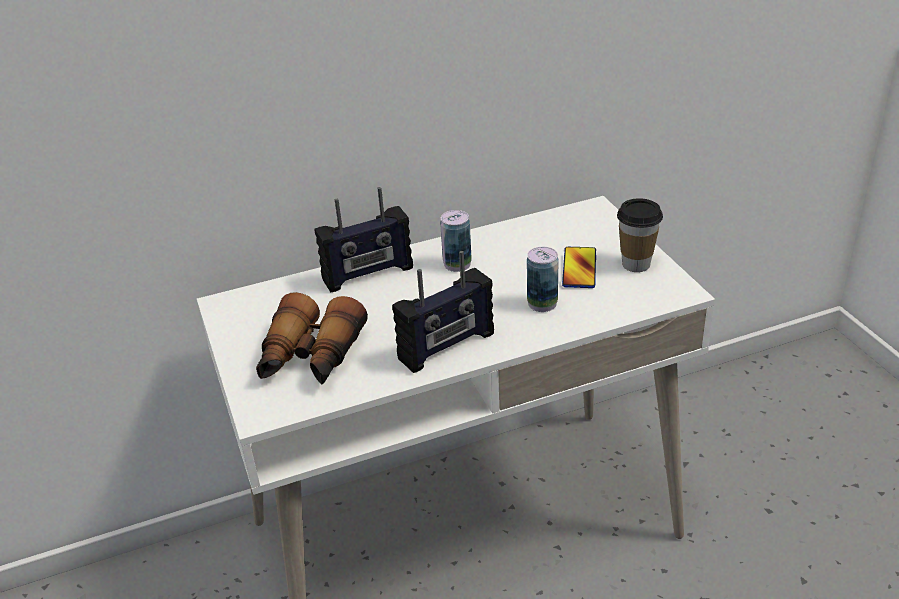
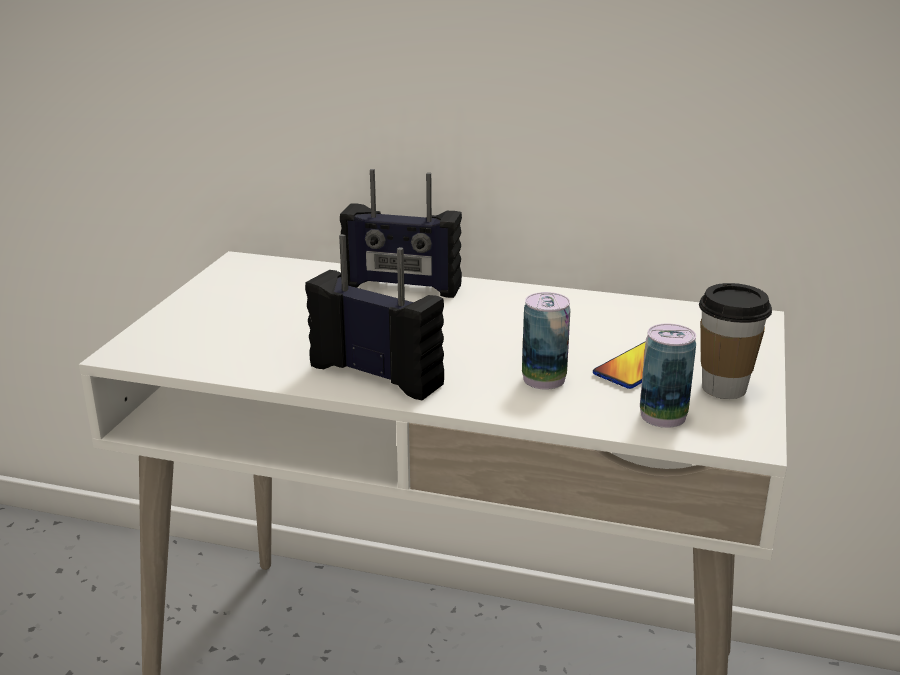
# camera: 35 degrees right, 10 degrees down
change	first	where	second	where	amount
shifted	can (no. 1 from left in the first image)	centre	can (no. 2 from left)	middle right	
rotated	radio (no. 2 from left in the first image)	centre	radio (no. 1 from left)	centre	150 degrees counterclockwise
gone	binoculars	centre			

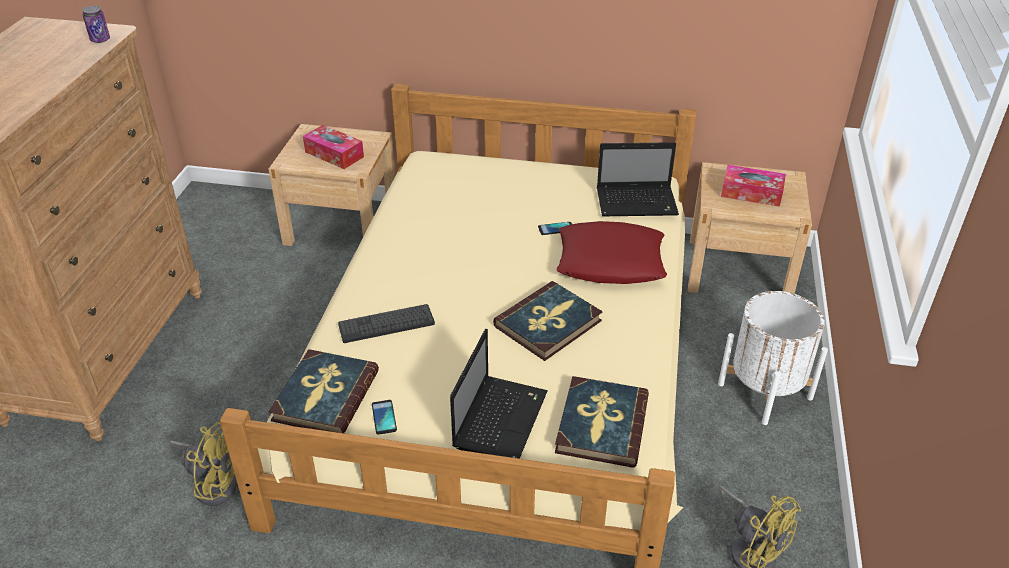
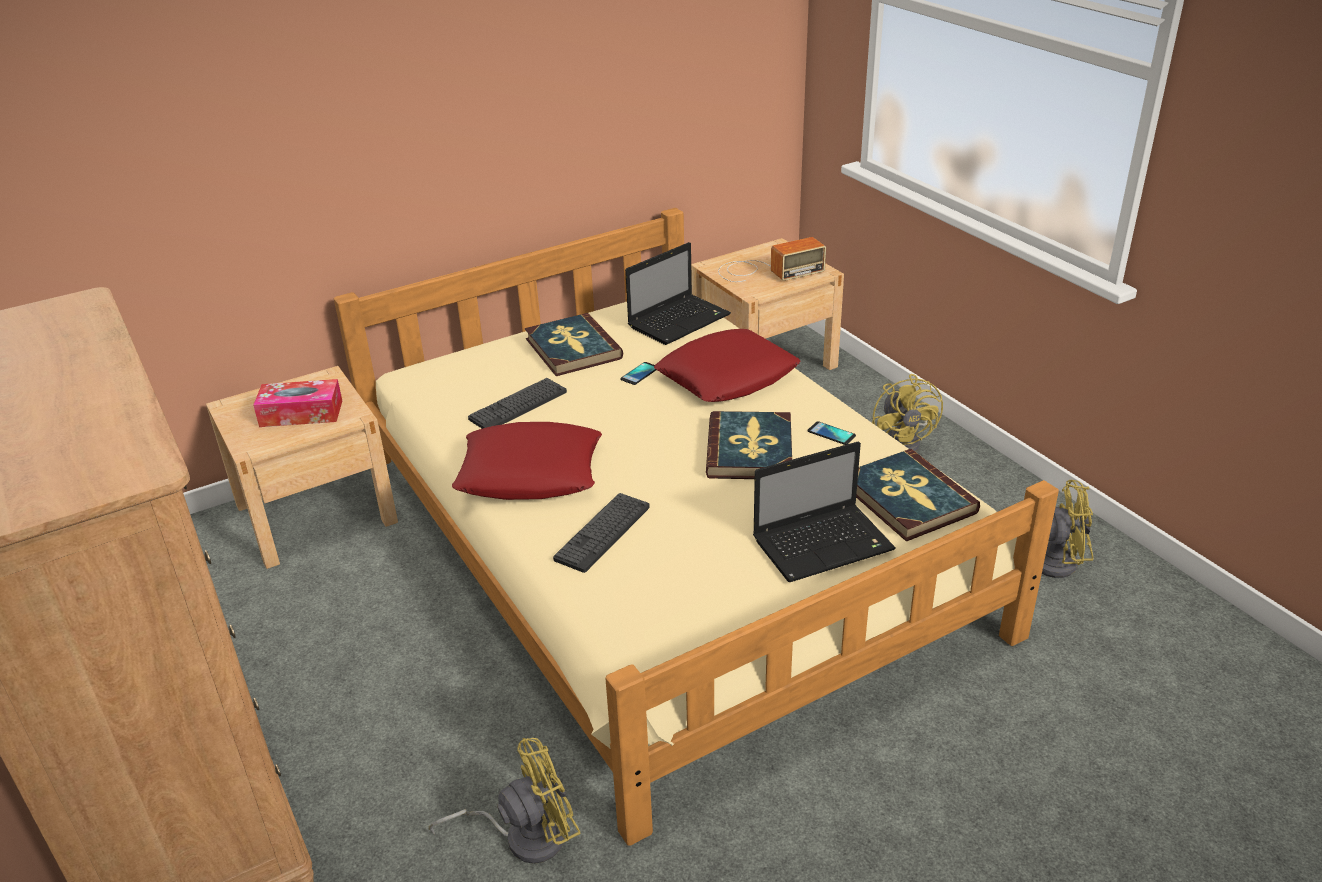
# camera: 40 degrees left, 5 degrees down
change	first	where	second	where	amount
gone	can	top left			
swapped	tissue box (no. 2 from left)	top right	radio	top centre	
swapped	flower pot (whitish)	middle right	cooling fan (yellow-coloured) (no. 2 from left)	middle right	
rotated	notebook computer (no. 1 from left in the first image)	bottom centre	notebook computer (no. 2 from left)	centre	90 degrees clockwise
shifted	volume (no. 1 from left)	bottom left		centre	
shifted	handset (no. 1 from left in the first image)	bottom centre	handset (no. 2 from left)	centre	
new			PC keyboard (no. 1 from left)	centre	
new			pillow (red) (no. 1 from left)	centre	

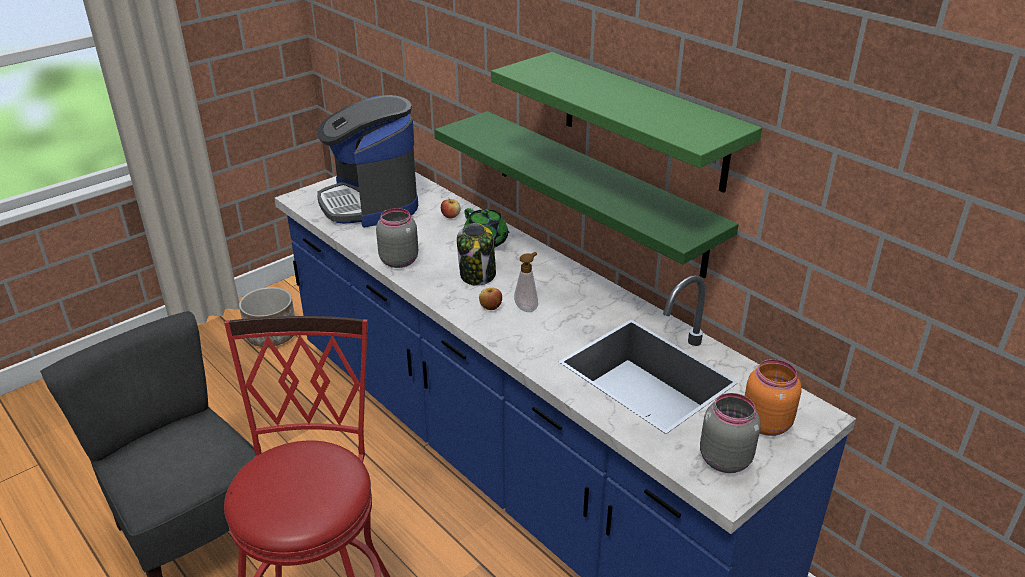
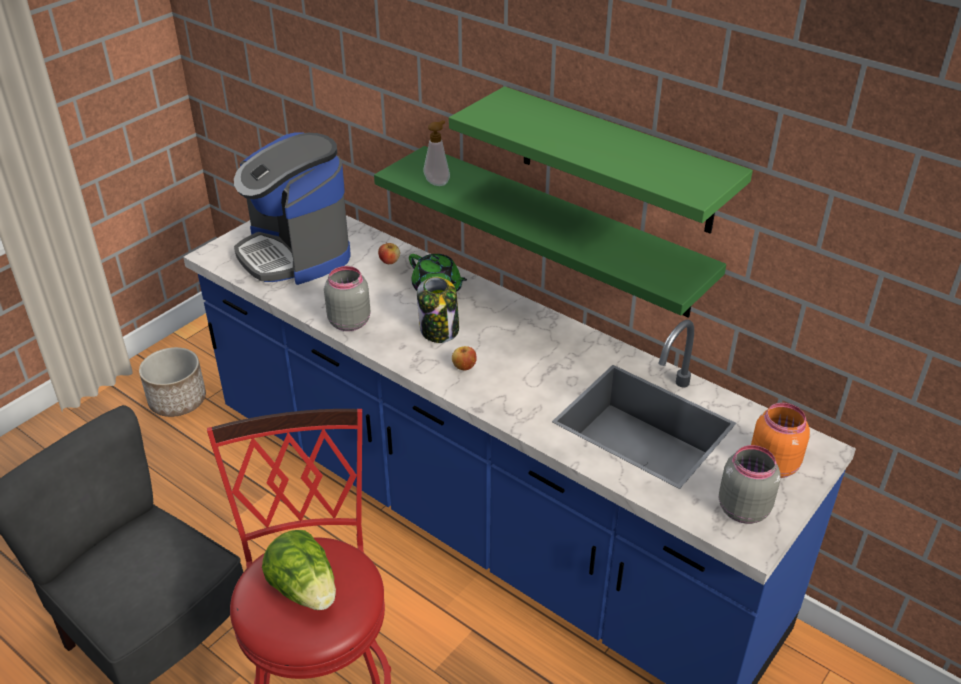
# camera: 10 degrees left, 5 degrees up
change	first	where	second	where	amount
shifted	liquid soap bottle	centre		top centre	
new			lettuce head	bottom left	

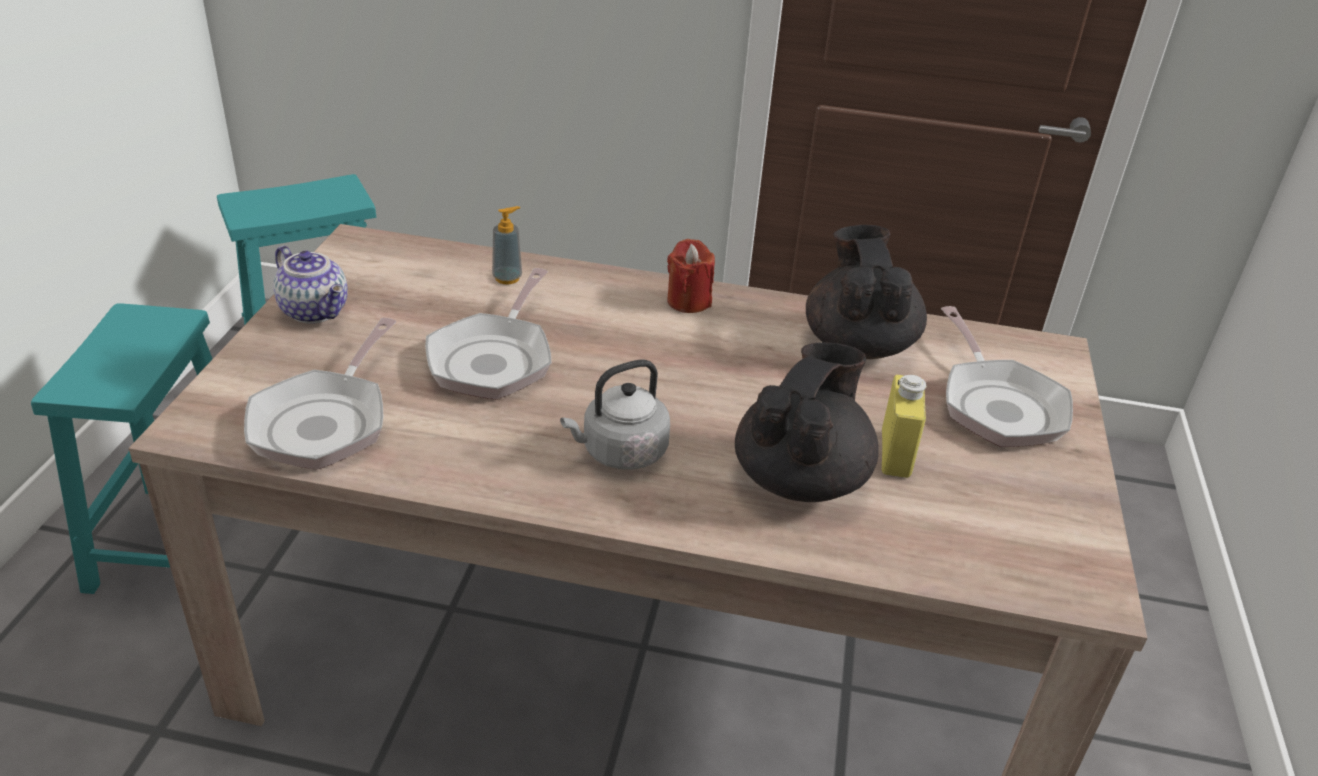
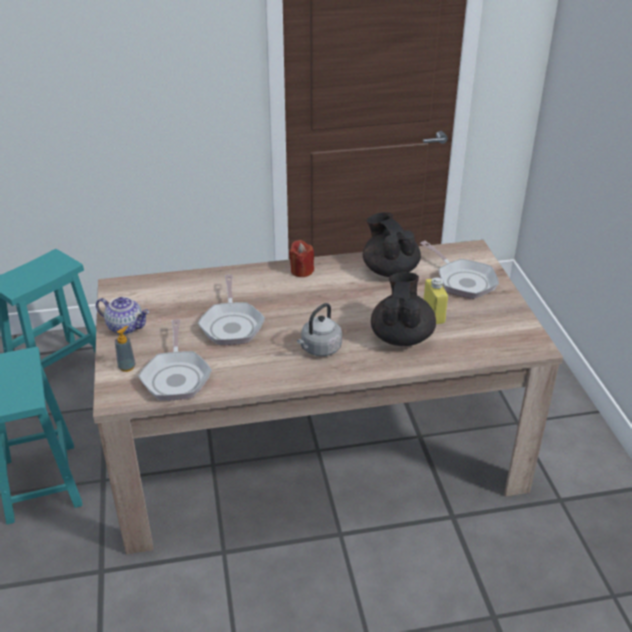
# camera: 20 degrees left, 0 degrees up
change	first	where	second	where	amount
shifted	liquid soap bottle	top centre		middle left	

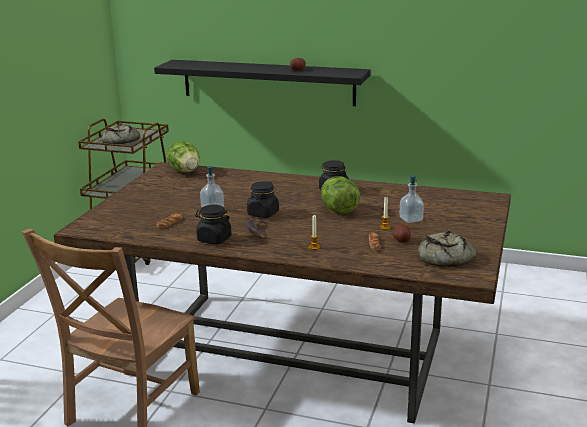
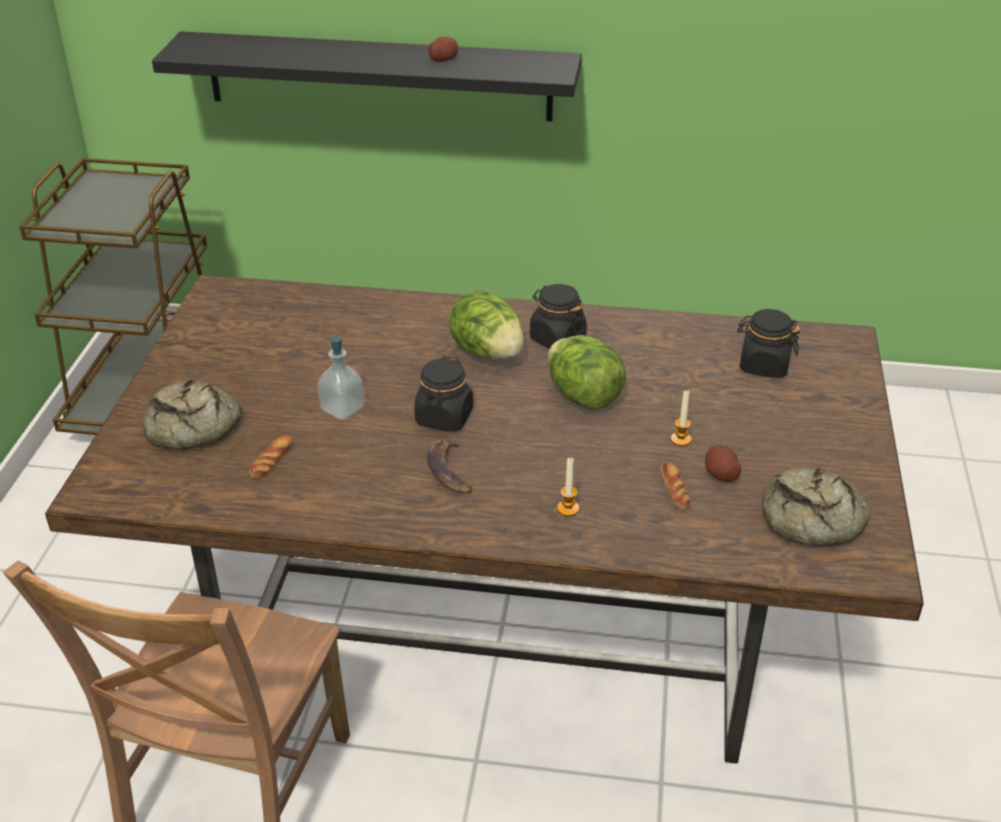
# camera: 10 degrees left, 15 degrees up
change	first	where	second	where	amount
shifted	bread (no. 1 from left)	top left		middle left	
shifted	lettuce head (no. 1 from left)	middle left		centre	
gone	liquid soap bottle (no. 2 from left)	middle right			
shifted	jar (blackish) (no. 1 from left in the first image)	centre	jar (blackish) (no. 3 from left)	middle right	

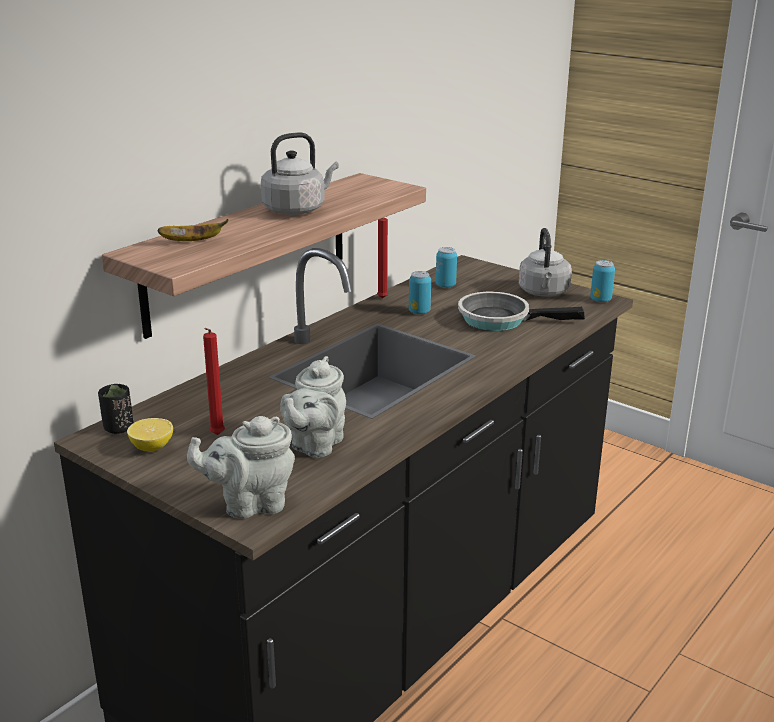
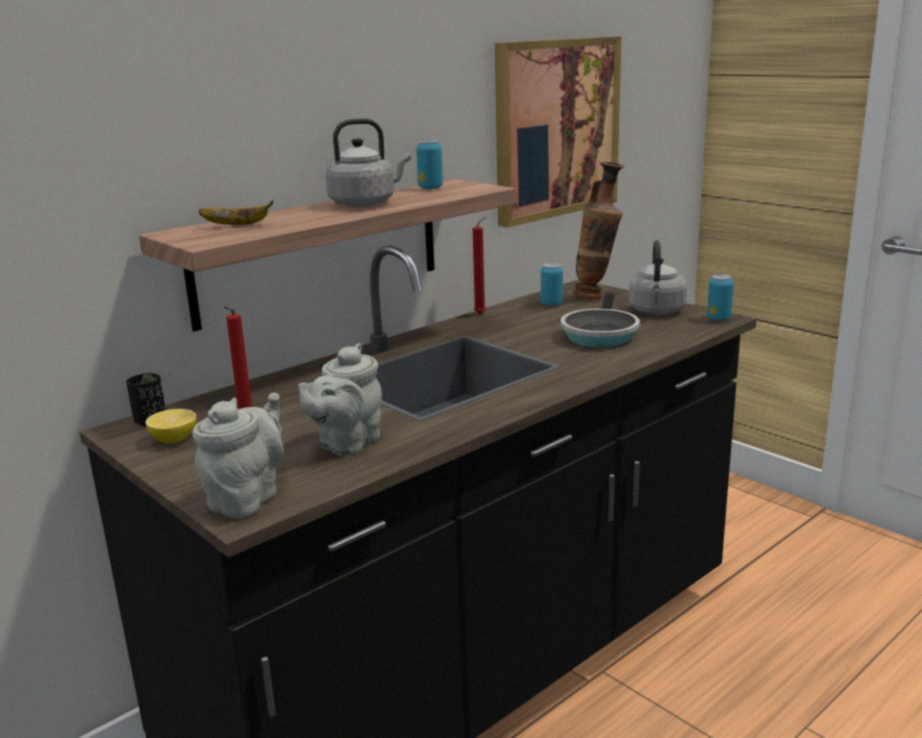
# camera: 10 degrees right, 5 degrees down
change	first	where	second	where	amount
shifted	can (no. 1 from left)	centre		top centre	
rotated	frying pan	middle right		centre	90 degrees counterclockwise
rotated	teapot (greyish) (no. 1 from left)	middle left		middle left	120 degrees clockwise
new			picture	top centre	
new			flower vase	top centre	

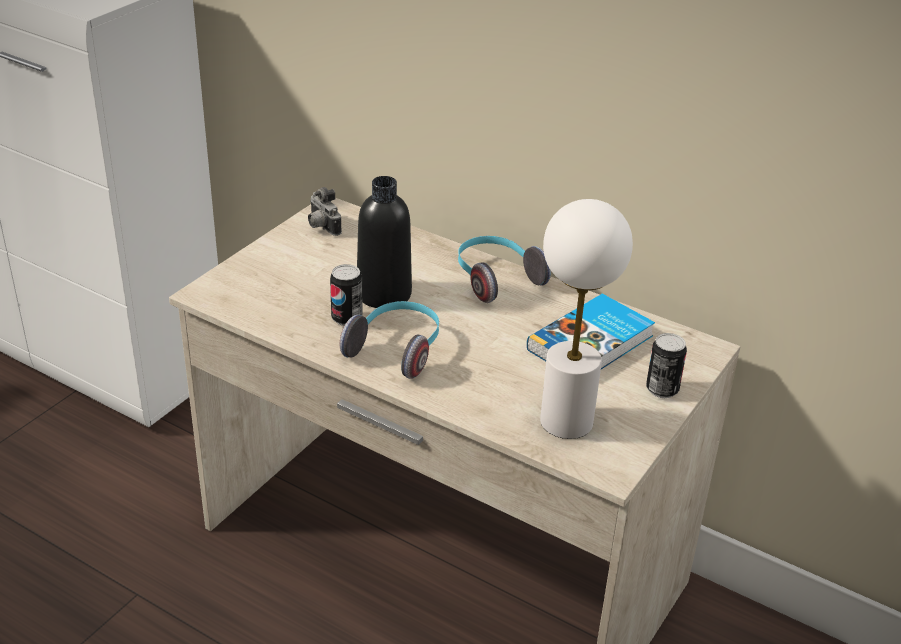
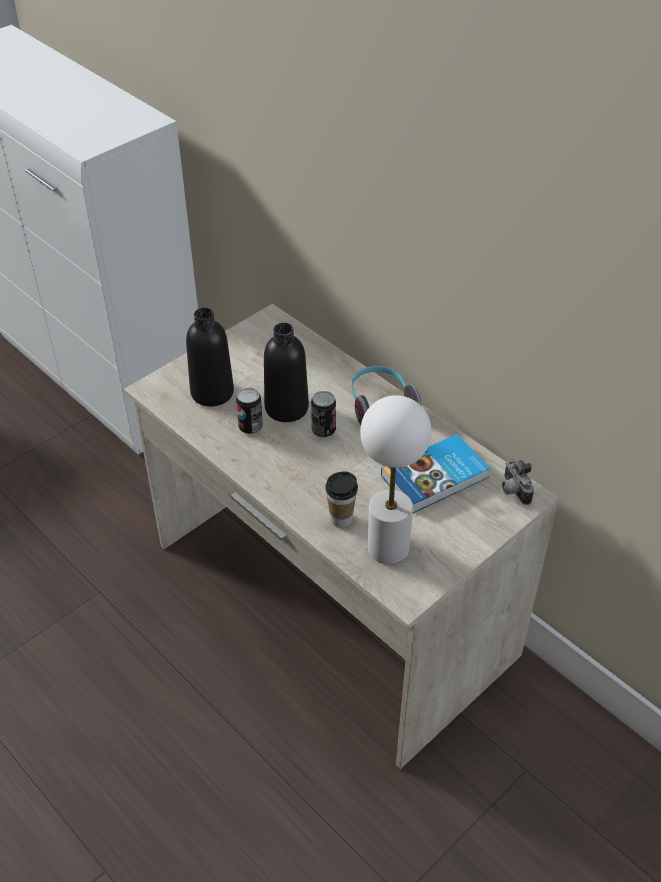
# camera: 15 degrees right, 10 degrees up
change	first	where	second	where	amount
shifted	still camera	top centre		middle right	
gone	headset (no. 1 from left)	centre			
shifted	can (no. 2 from left)	middle right		centre	
new			beverage bottle (blackish) (no. 1 from left)	middle left	
new			drinking cup	centre	

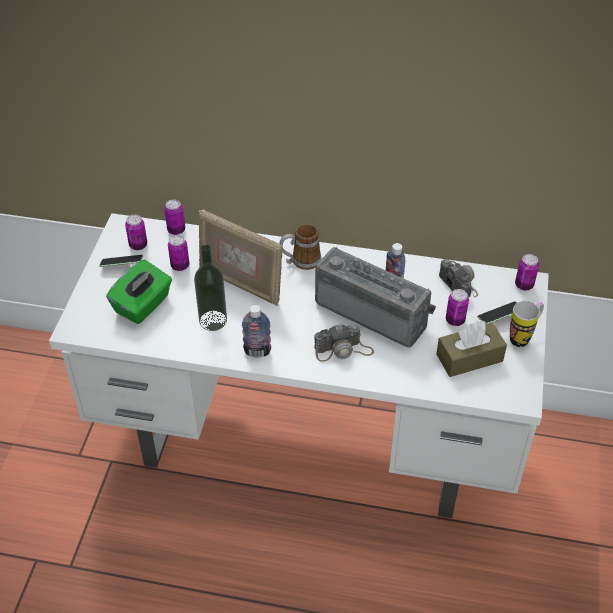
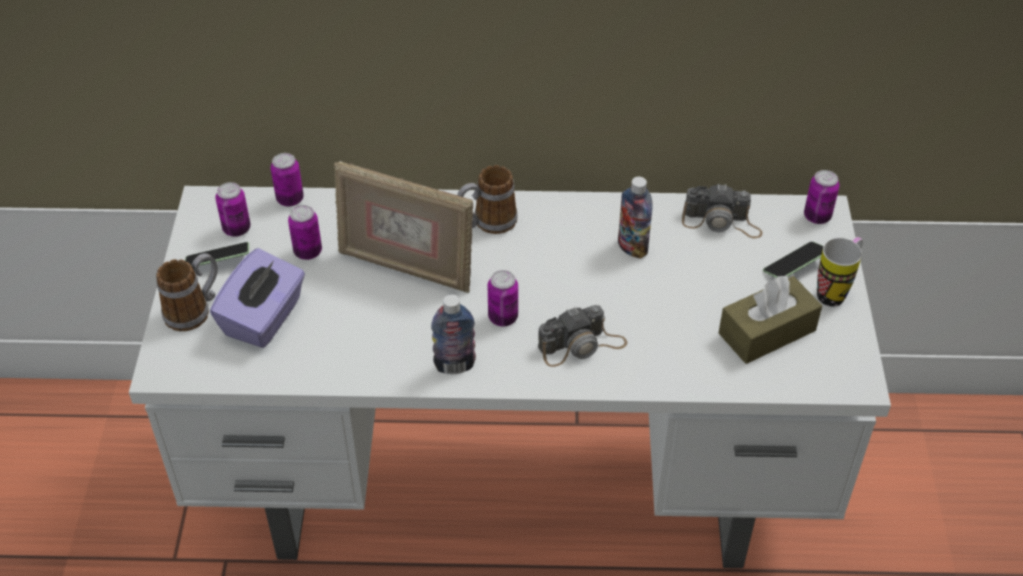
# camera: 10 degrees left, 0 degrees up
change	first	where	second	where	amount
gone	beverage bottle (no. 1 from left)	centre			
gone	radio	centre			
repainted	tissue box (greenish)	middle left	tissue box (purplish)	middle left	
rotated	still camera (no. 2 from left)	middle right		middle right	135 degrees clockwise
shifted	can (no. 4 from left)	middle right		centre	
new			mug (no. 1 from left)	middle left	

